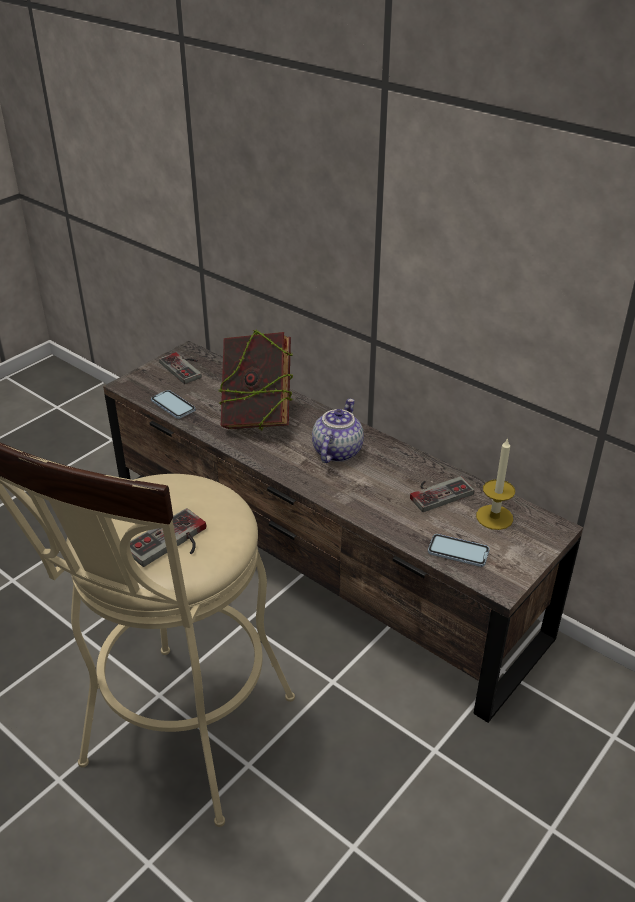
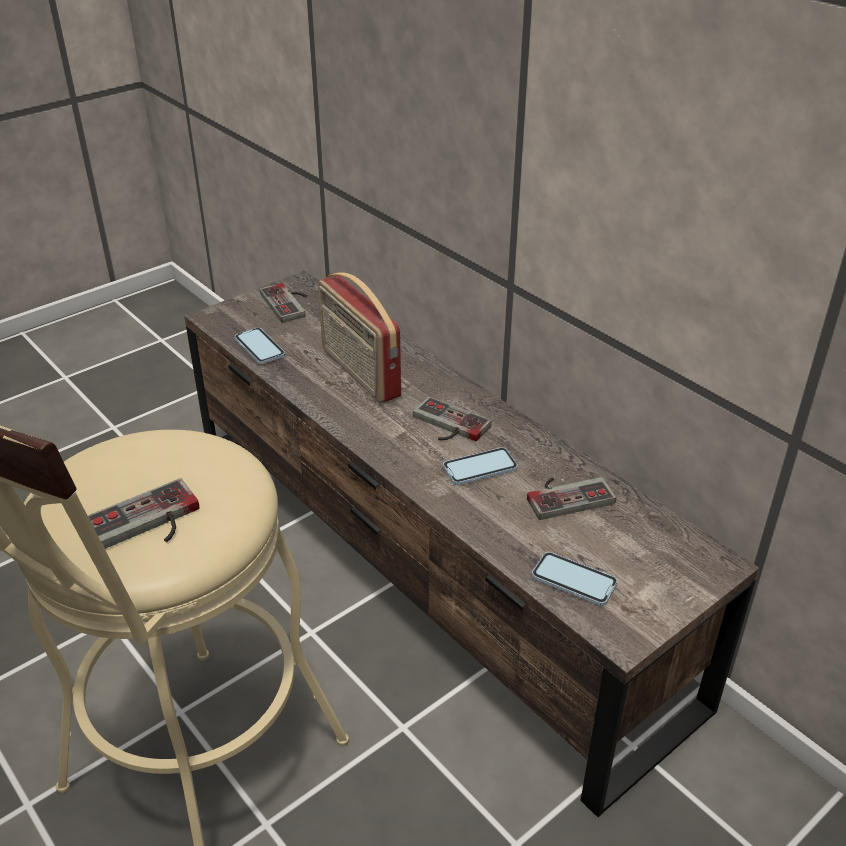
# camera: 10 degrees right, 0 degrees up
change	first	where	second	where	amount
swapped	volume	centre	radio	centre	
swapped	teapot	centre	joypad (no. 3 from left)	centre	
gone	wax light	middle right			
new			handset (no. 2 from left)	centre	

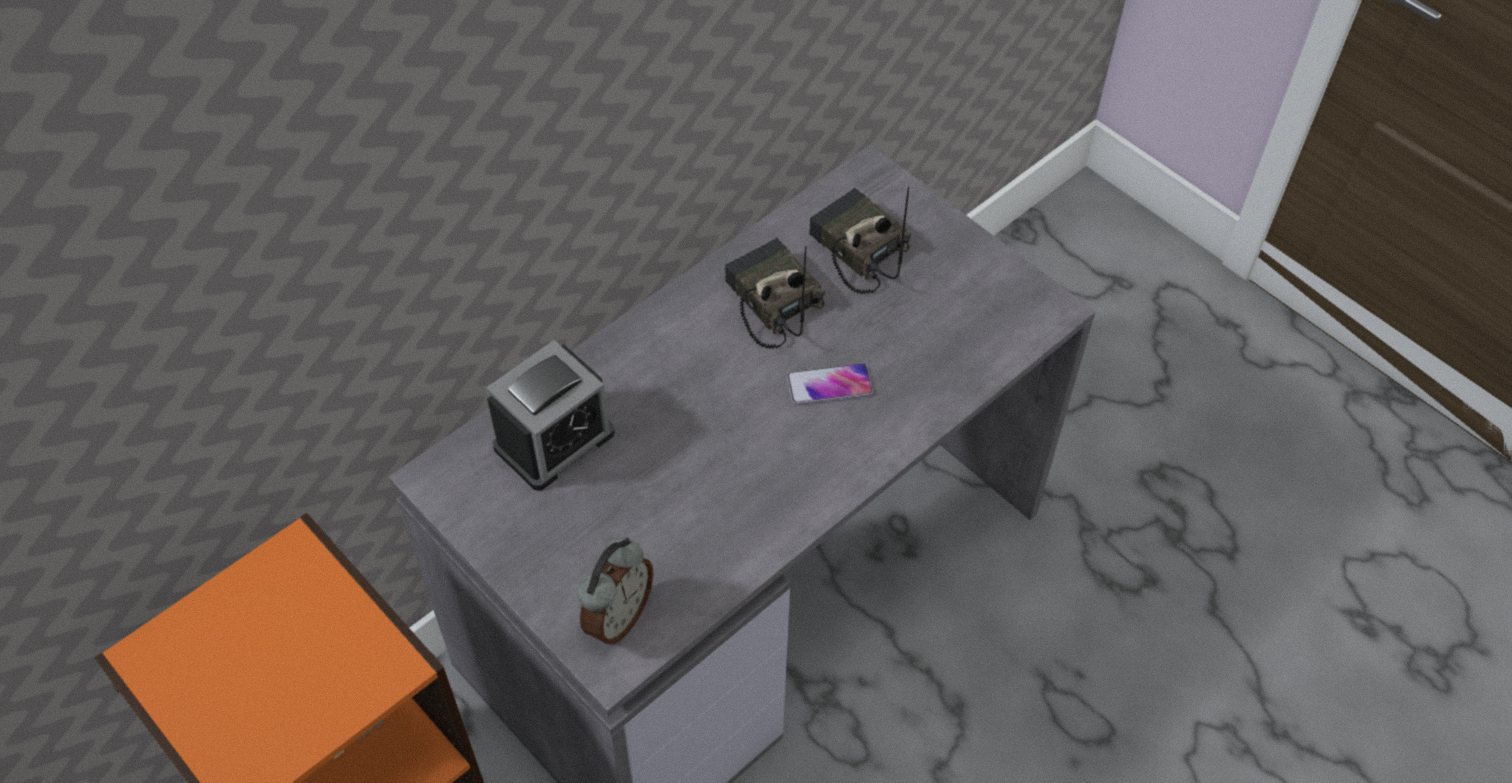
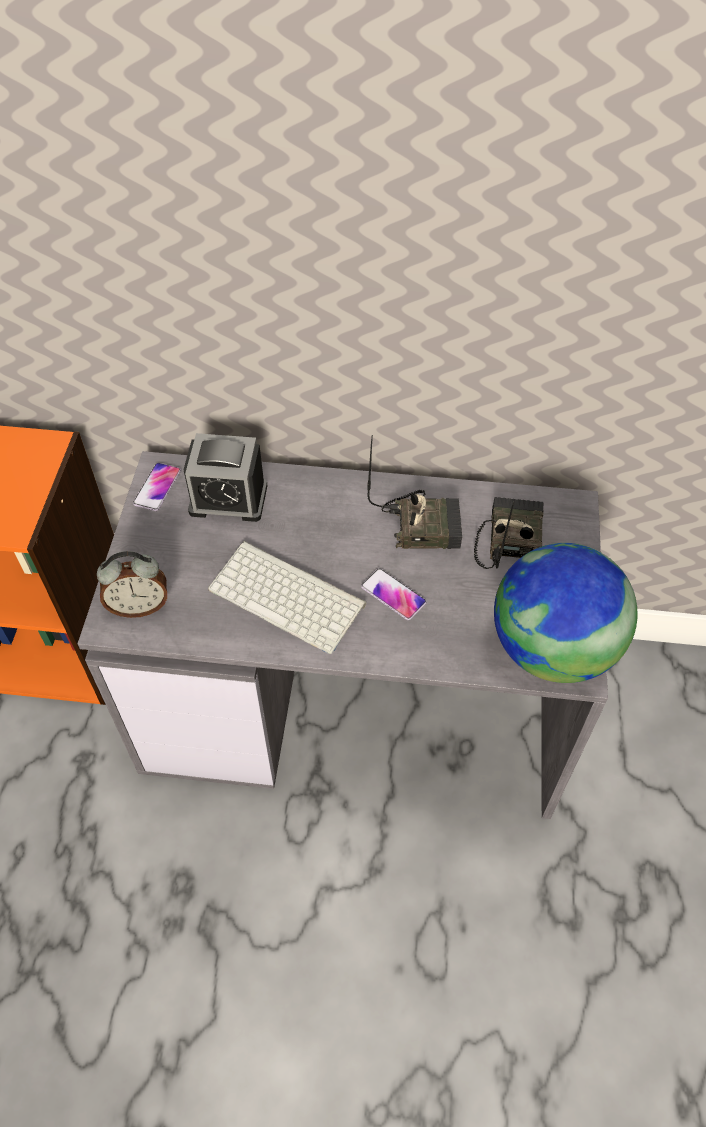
# camera: 50 degrees right, 0 degrees up
change	first	where	second	where	amount
rotated	radio (no. 1 from left)	centre		centre	75 degrees clockwise
new			handset (no. 1 from left)	middle left	
new			PC keyboard	centre	
new			desk globe	middle right	

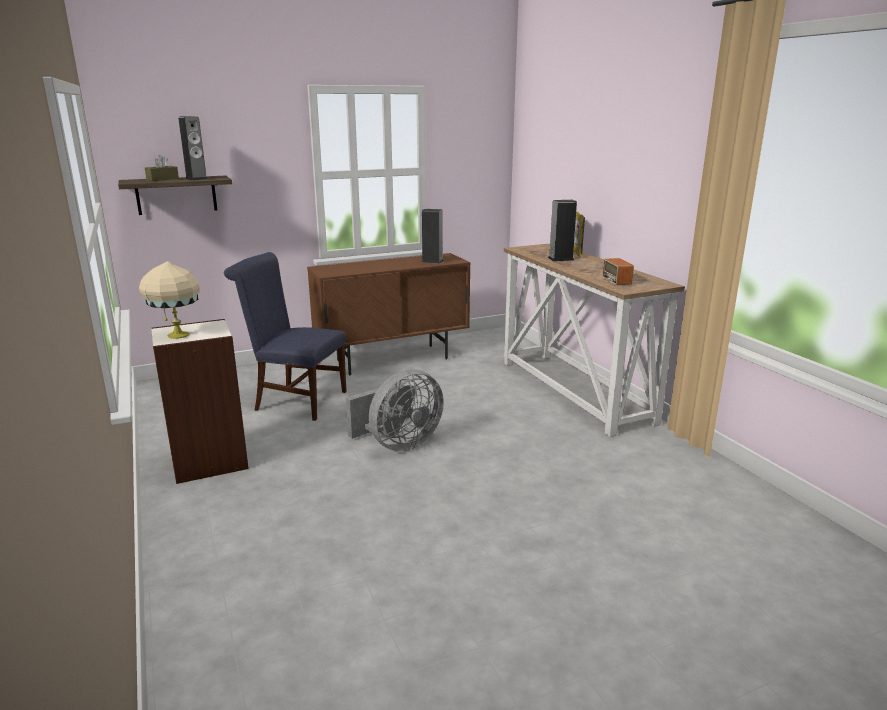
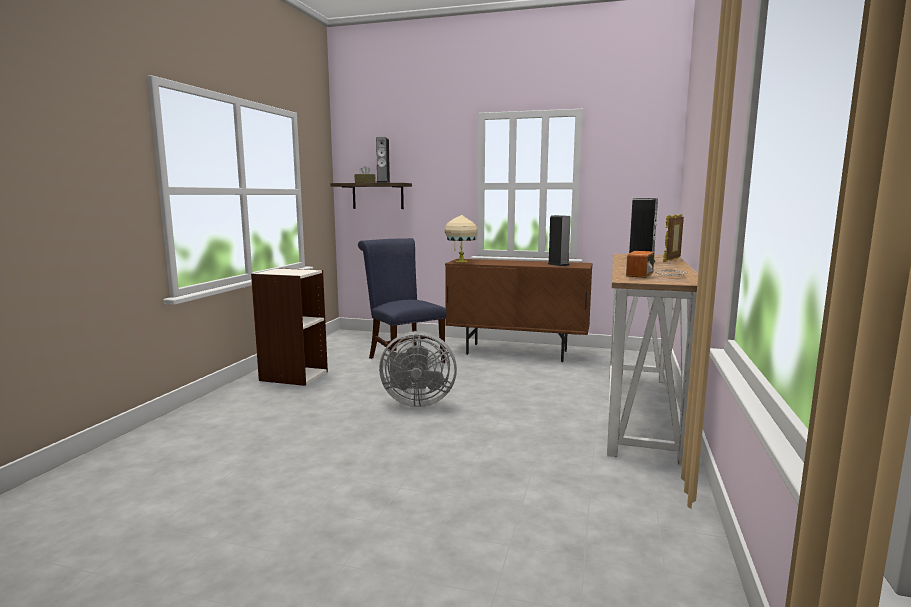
# camera: 40 degrees right, 10 degrees down
change	first	where	second	where	amount
shifted	lamp for a table (beige)	middle left		centre	

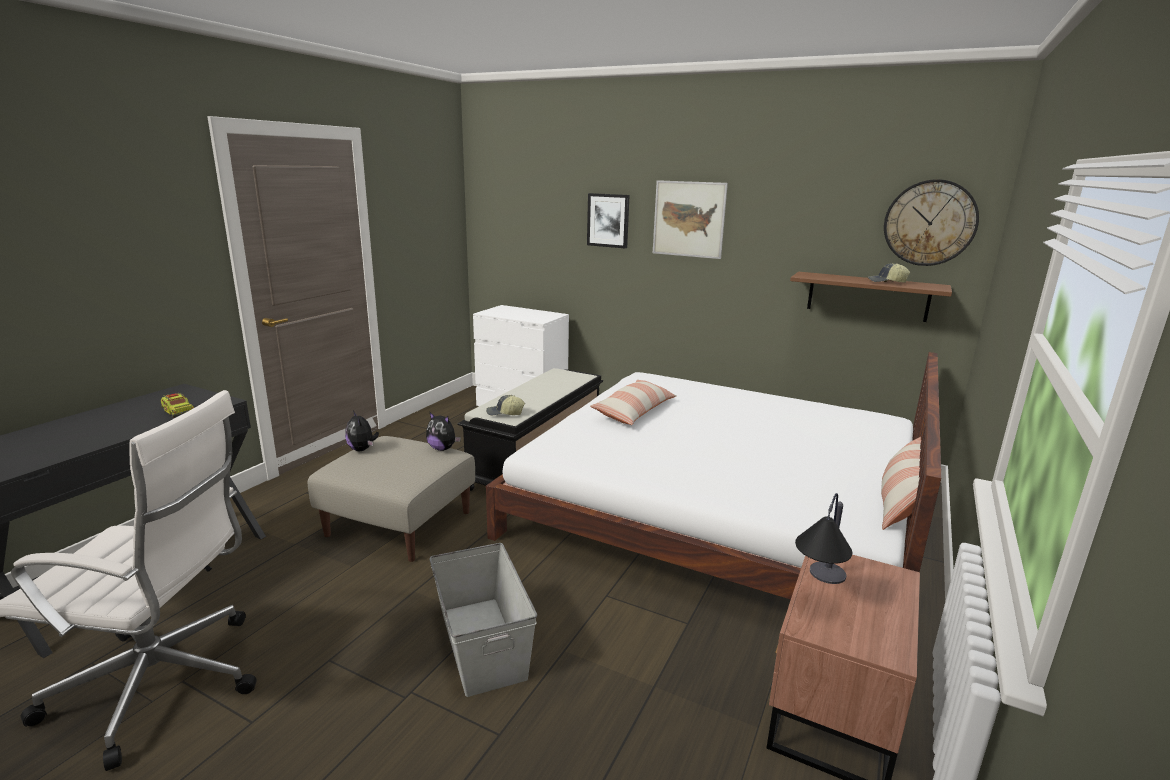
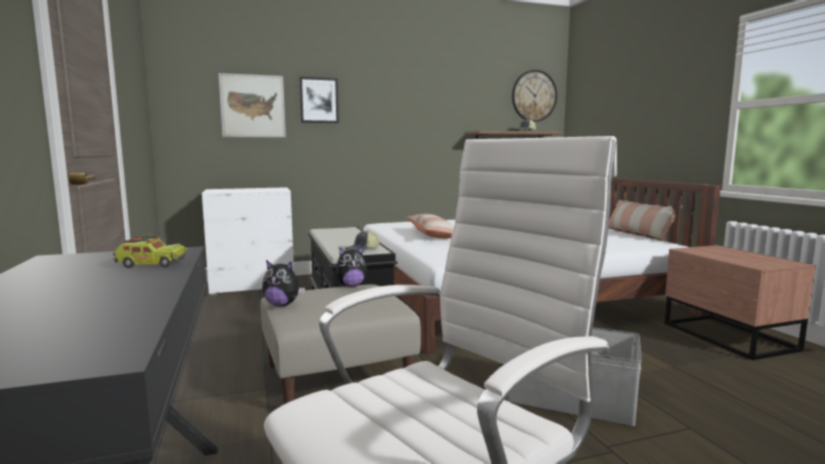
# camera: 45 degrees left, 10 degrees down
change	first	where	second	where	amount
shifted	picture (no. 2 from left in the first image)	top centre	picture (no. 1 from left)	top left	
gone	lamp for a table	bottom right			

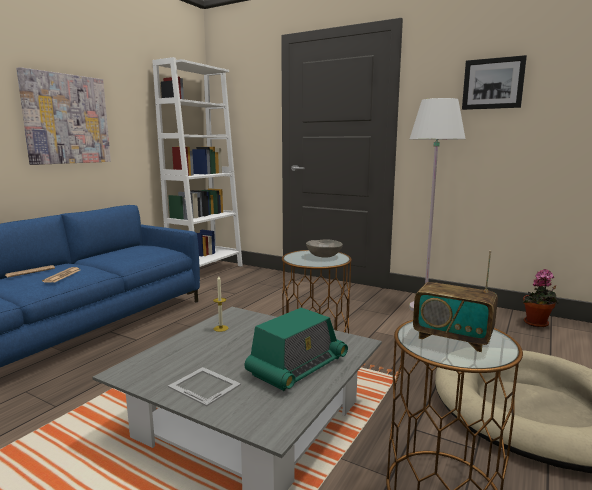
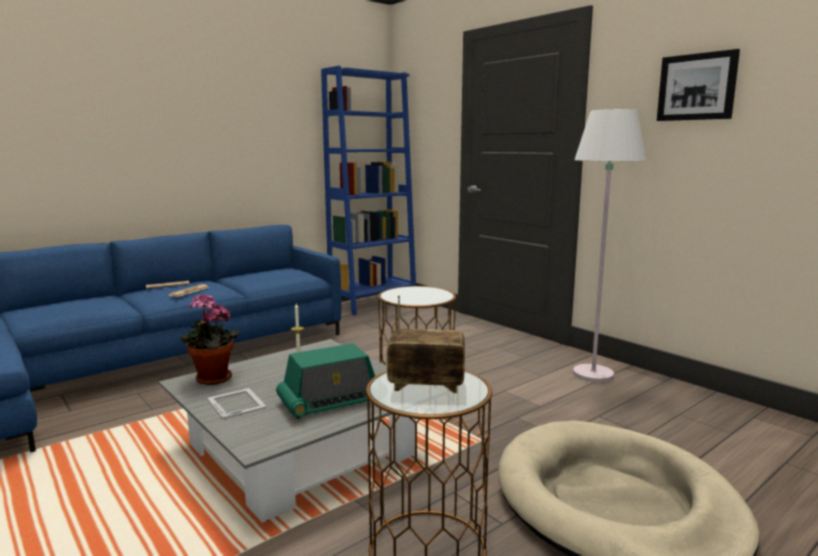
# camera: 20 degrees right, 0 degrees up
change	first	where	second	where	amount
repainted	bookcase (whitish)	top left	bookcase (blue-coloured)	centre	
gone	picture (no. 1 from left)	top left			
gone	serving bowl (greyish)	centre			
rotated	radio (no. 2 from left)	middle right		centre	135 degrees clockwise
shifted	potted plant	middle right		middle left	

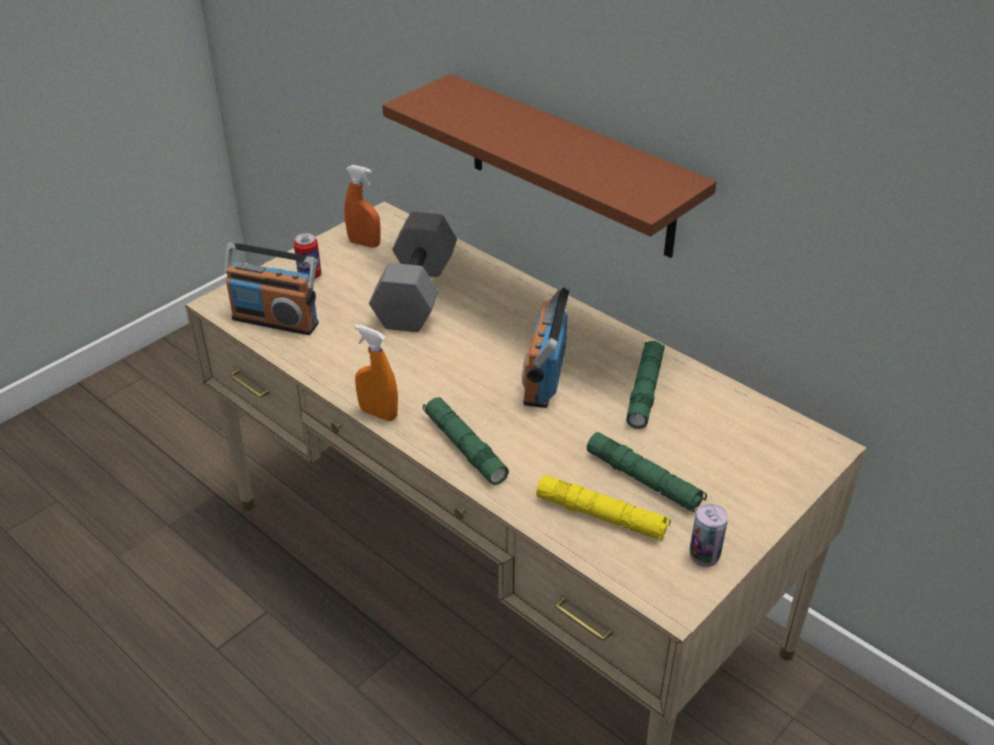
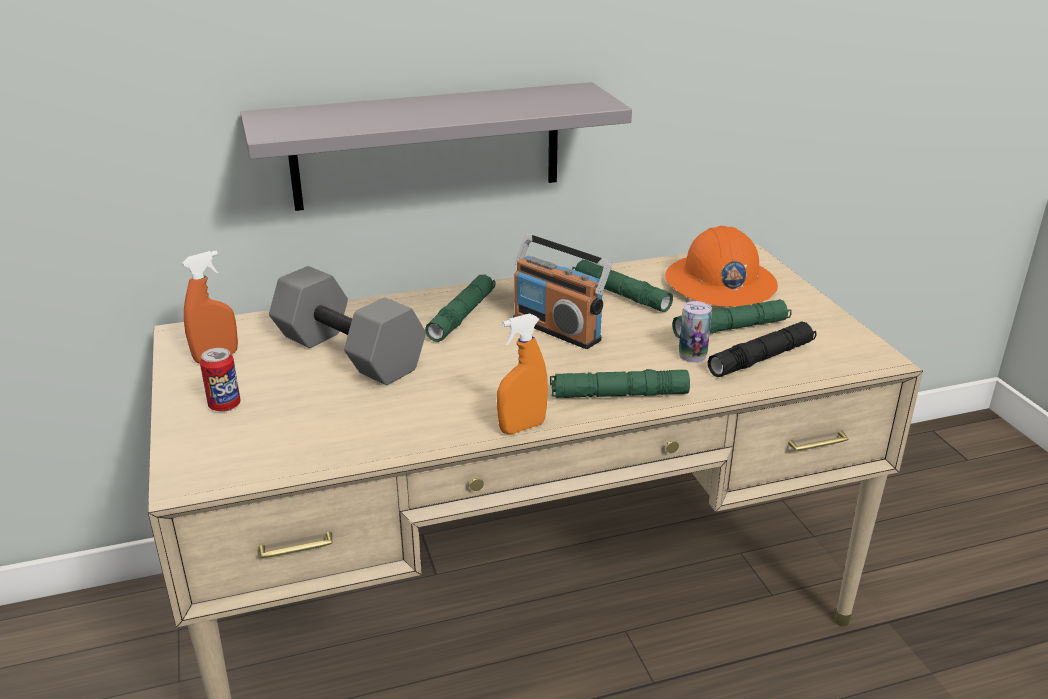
# camera: 60 degrees left, 10 degrees down
change	first	where	second	where	amount
repainted	shelf (brown-coloured)	top centre	shelf (greyish)	top centre	
gone	radio (no. 1 from left)	middle left			
repainted	hand torch (yellow-coloured)	bottom centre	hand torch (blackish)	middle right	
shifted	can (no. 2 from left)	bottom right		centre	
new			work helmet (orange-coloured)	middle right	
new			hand torch (greenish) (no. 1 from left)	centre	

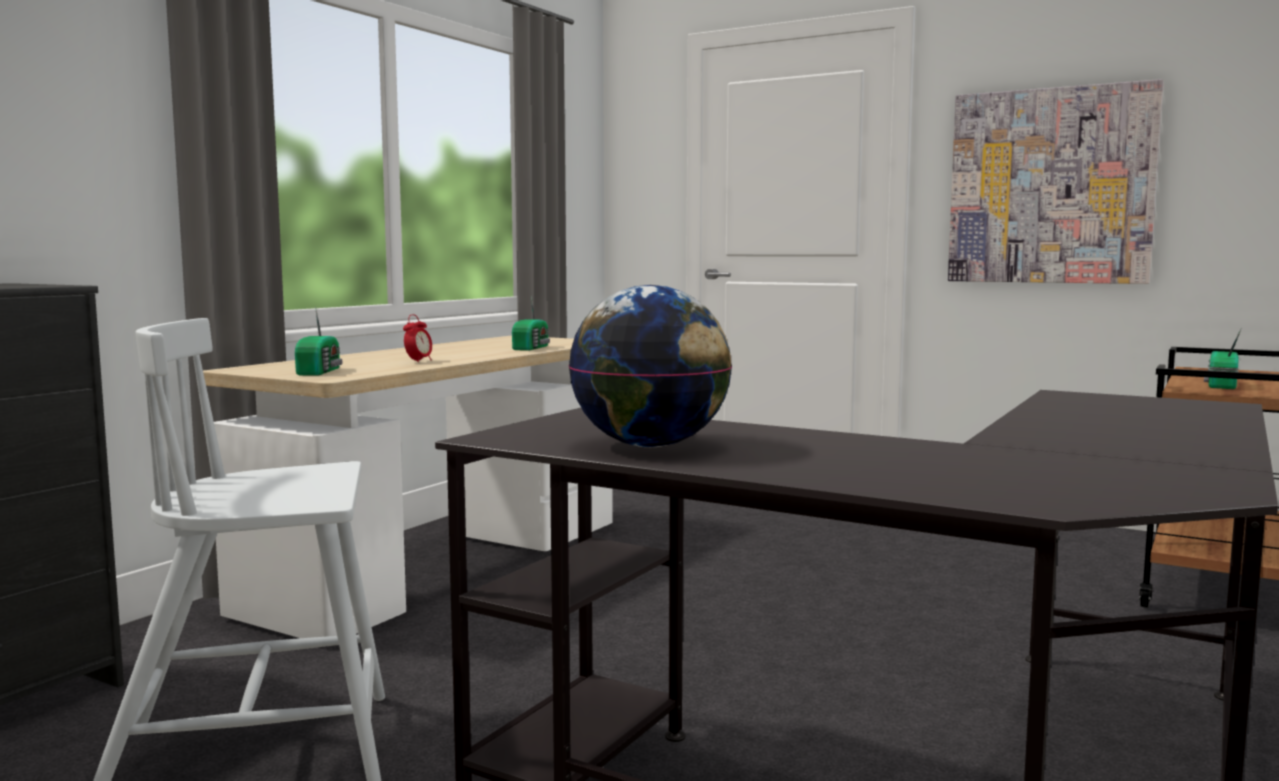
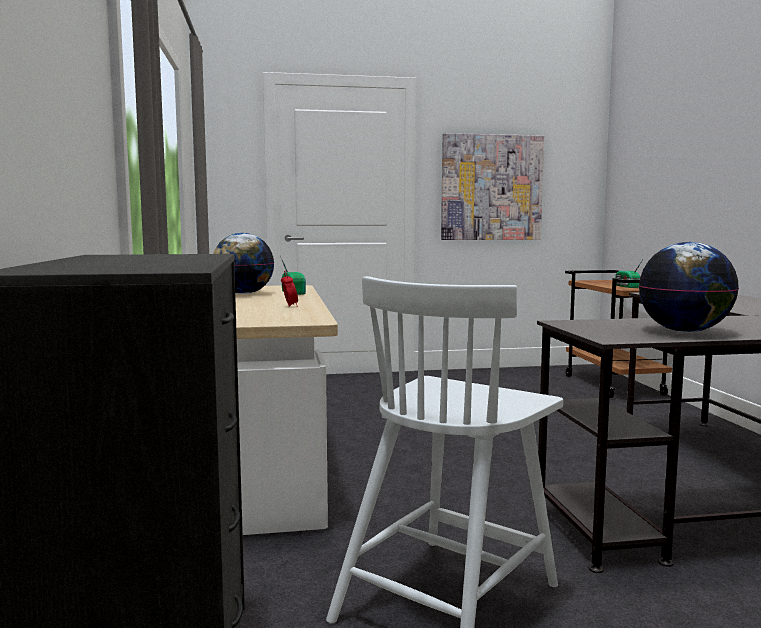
# camera: 40 degrees left, 0 degrees up
change	first	where	second	where	amount
gone	radio (no. 1 from left)	middle left			
new			desk globe (no. 1 from left)	middle left	

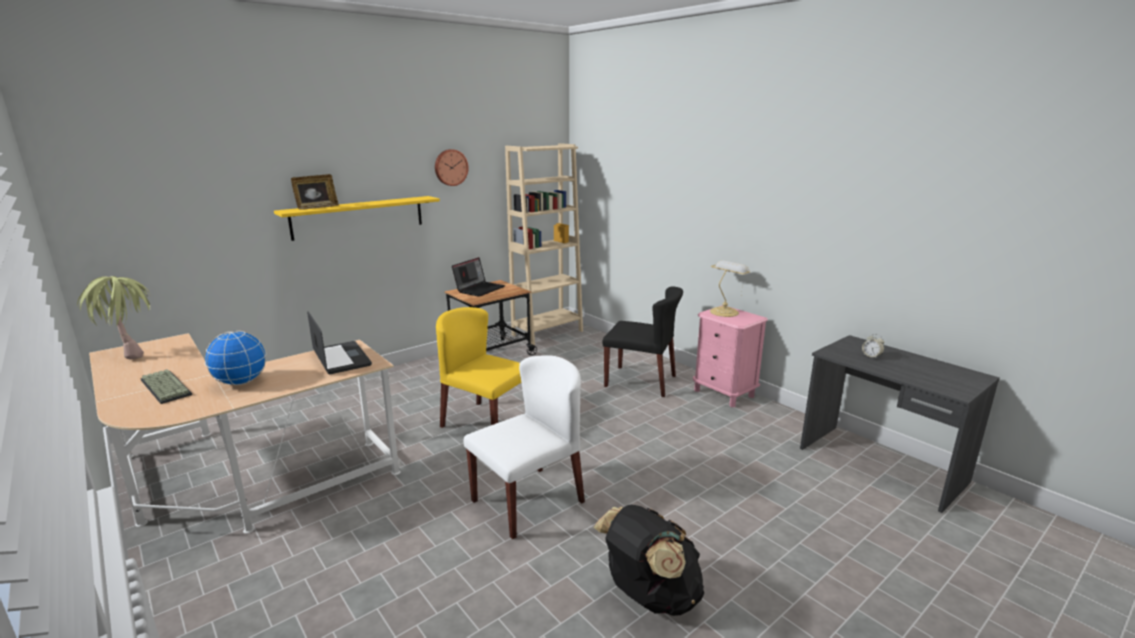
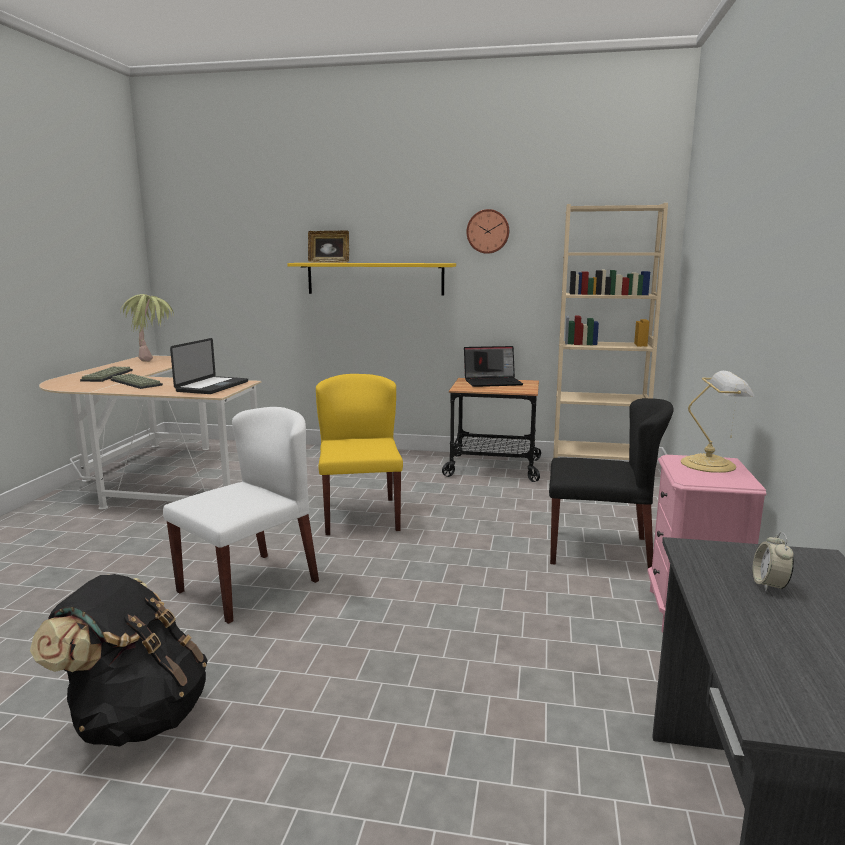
# camera: 50 degrees right, 5 degrees down
change	first	where	second	where	amount
rotated	plain chair (blackish)	centre		middle right	60 degrees counterclockwise
swapped	desk globe	middle left	PC keyboard (no. 2 from left)	middle left	
rotated	plain chair (whitish)	bottom centre		middle left	60 degrees counterclockwise

